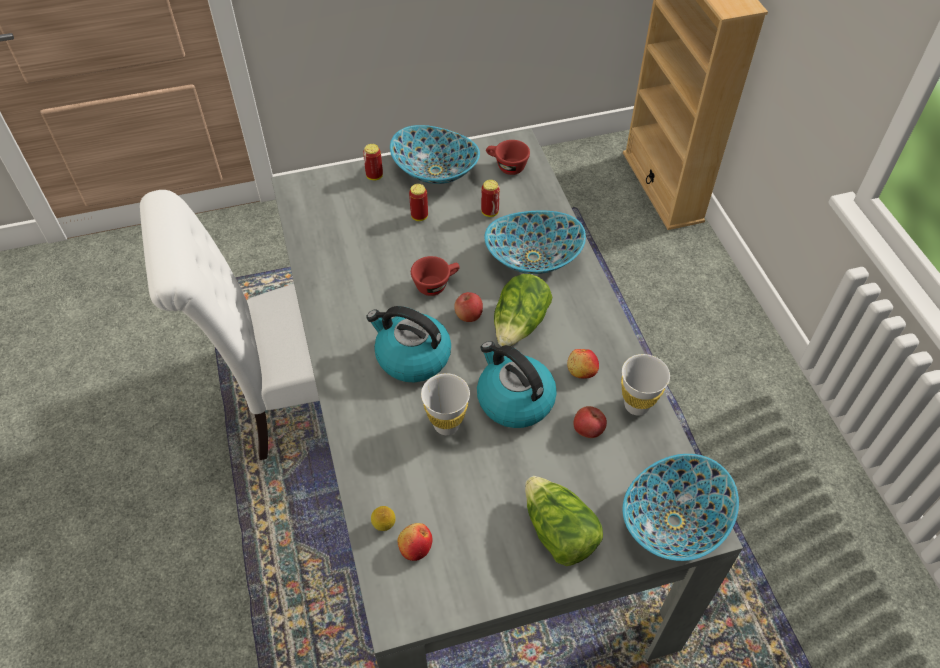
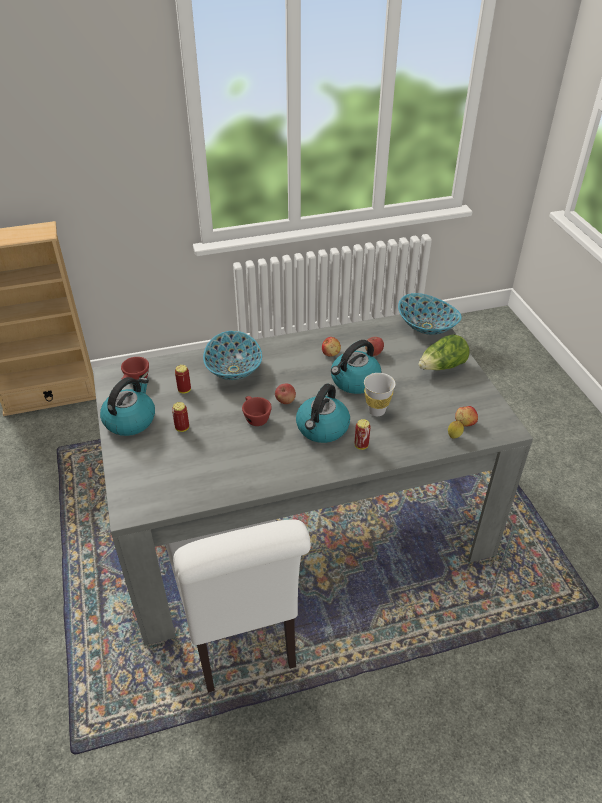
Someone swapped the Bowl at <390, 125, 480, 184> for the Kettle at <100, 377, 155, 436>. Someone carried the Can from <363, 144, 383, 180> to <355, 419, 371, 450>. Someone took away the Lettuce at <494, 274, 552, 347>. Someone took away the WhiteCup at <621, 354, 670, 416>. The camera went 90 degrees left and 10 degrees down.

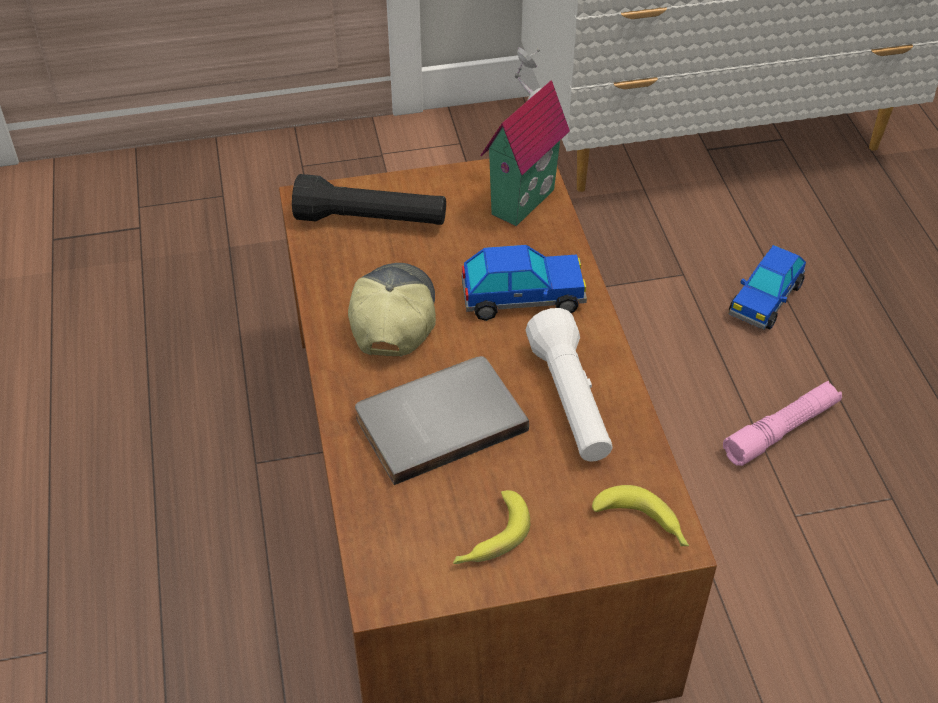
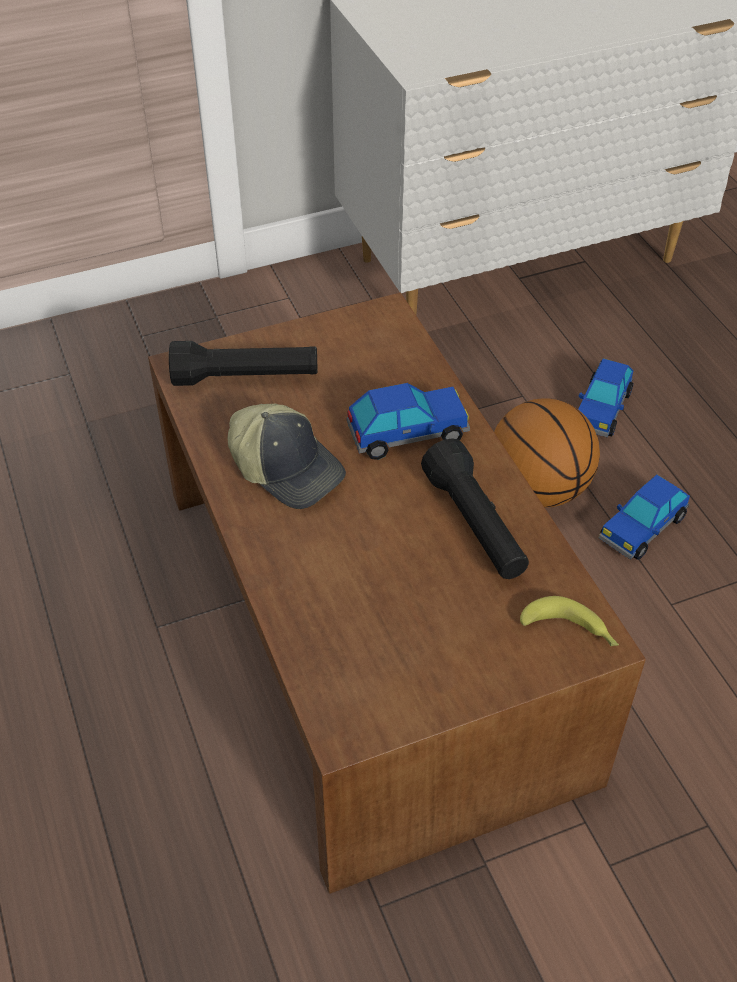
Someone rotated the Cap at <348, 263, 436, 357> by 135 degrees clockwise. Someone repainted the WhiteFlashlight at <526, 308, 613, 462>, which became the BlackFlashlight at <421, 438, 529, 579>. Someone put down the Basketball at <494, 398, 600, 508>. Someone swapped the PinkFlashlight at <723, 381, 842, 466> for the ToyCar at <598, 474, 690, 560>. Someone took away the GreyBook at <355, 356, 529, 485>. Someone took away the Banana at <453, 490, 530, 564>. Someone took away the ToyHouse at <480, 47, 570, 226>. The camera went 10 degrees left and 0 degrees up.

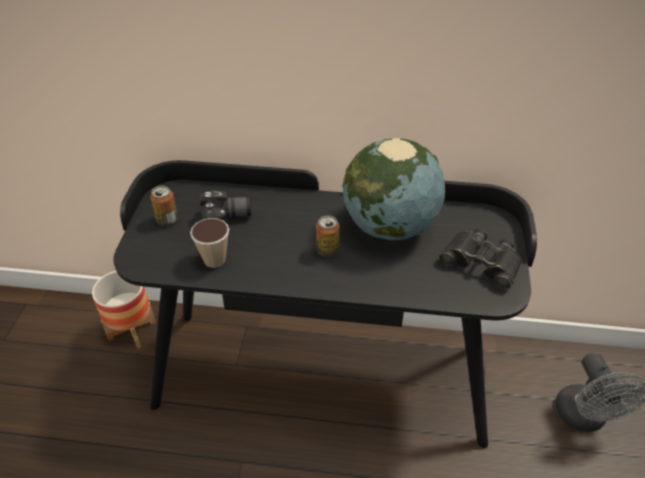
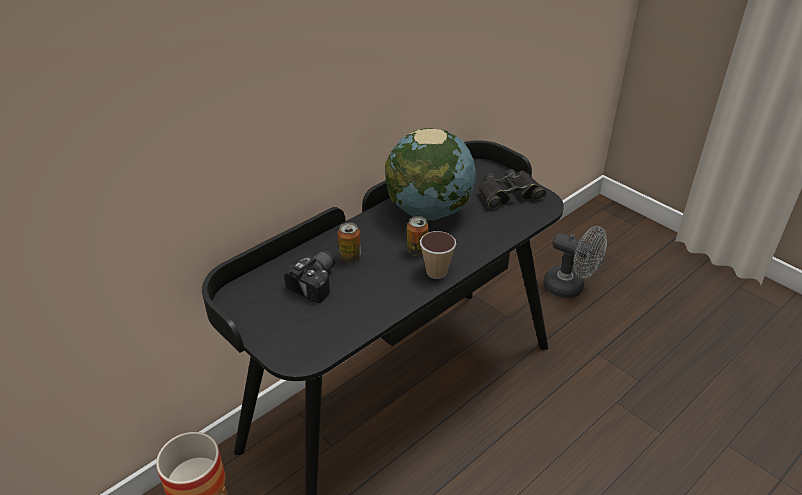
Someone carried the Can from <150, 186, 178, 226> to <338, 222, 361, 263>. Someone carried the Cup from <190, 218, 229, 268> to <420, 231, 456, 279>. The camera went 50 degrees left and 5 degrees down.

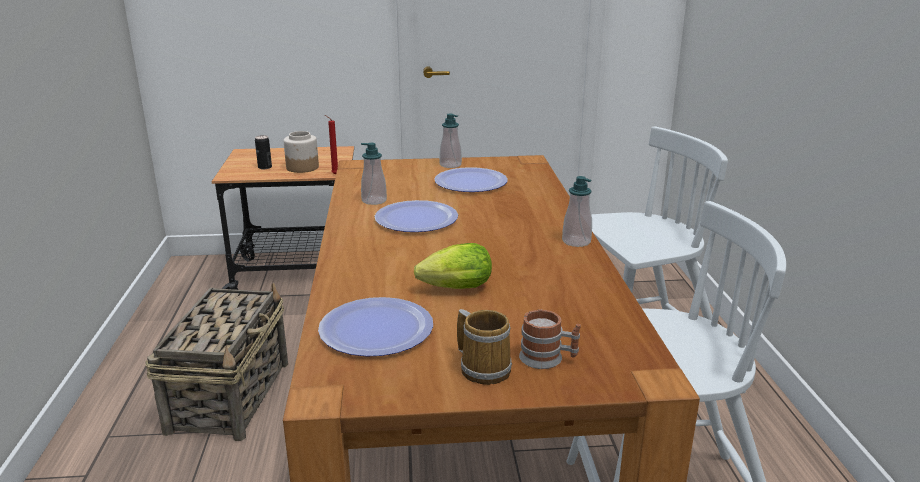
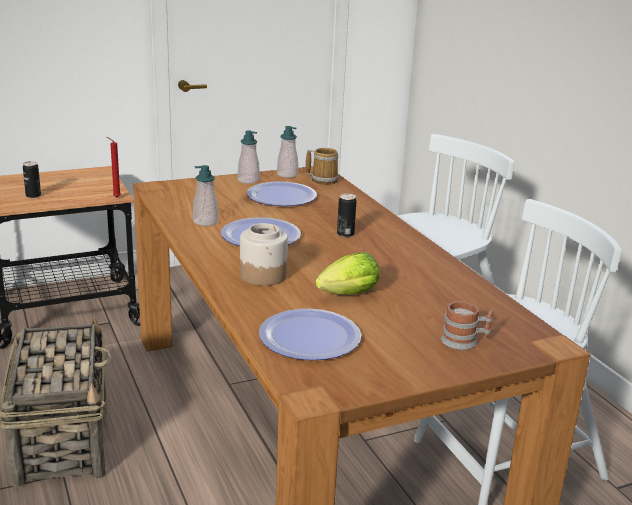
Someone carried the Jar from <284, 131, 319, 173> to <240, 223, 288, 286>. Someone carried the SoapDispenser from <562, 176, 592, 247> to <277, 126, 298, 178>. Someone carried the Mug from <457, 309, 512, 385> to <306, 148, 338, 185>. Someone put down the Can at <337, 194, 357, 237>. The camera went 20 degrees left and 0 degrees up.

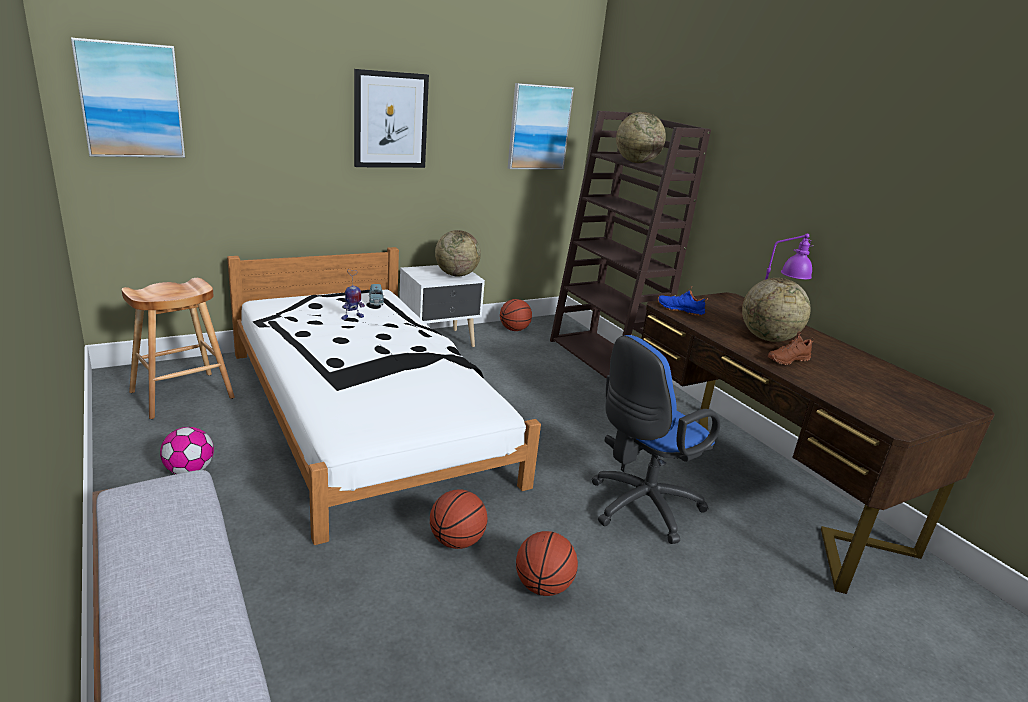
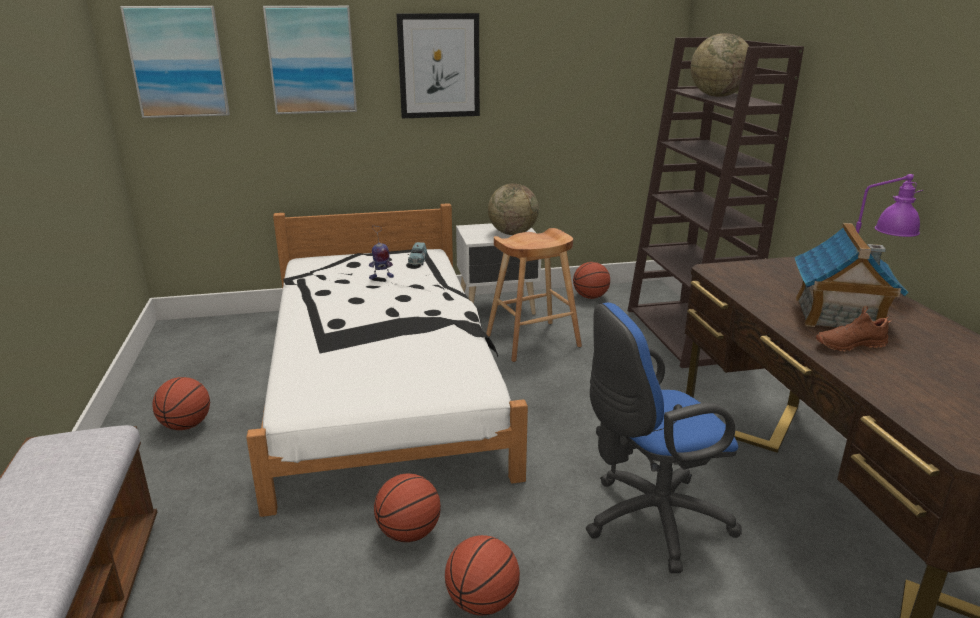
Someone swapped the Football at <160, 427, 214, 474> for the Basketball at <152, 377, 210, 430>. Someone carried the Picture from <508, 83, 574, 170> to <263, 6, 357, 114>. Someone carried the BrownStool from <122, 278, 235, 419> to <486, 228, 582, 362>. Someone swapped the Globe at <742, 278, 811, 342> for the ToyHouse at <794, 223, 909, 327>. Someone took away the BlueShoe at <658, 286, 708, 316>. The camera went 20 degrees right and 0 degrees up.

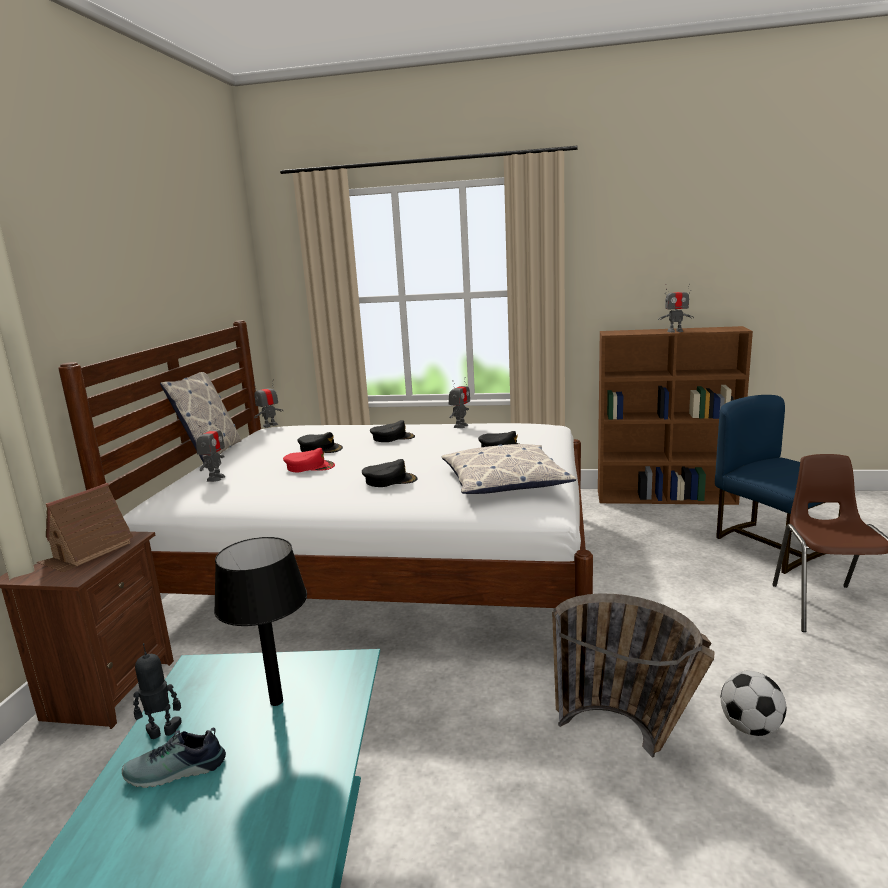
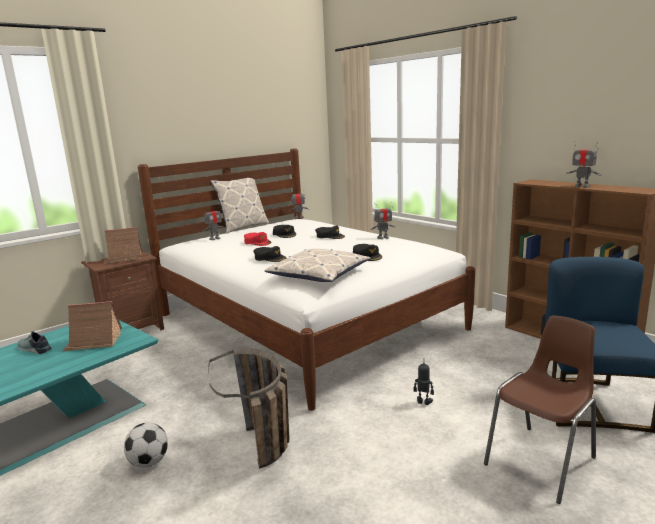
Someone swapped the BlackTableLamp at <214, 537, 307, 706> for the ToyHouse at <63, 301, 122, 351>. Someone carried the Football from <721, 671, 787, 736> to <124, 423, 168, 468>. Someone carried the ToyRobot from <133, 643, 182, 739> to <413, 363, 434, 405>. The camera went 40 degrees right and 0 degrees up.

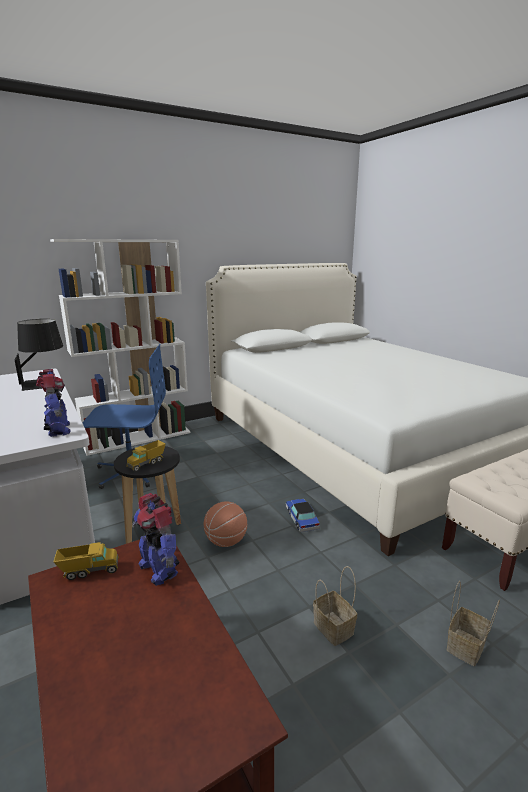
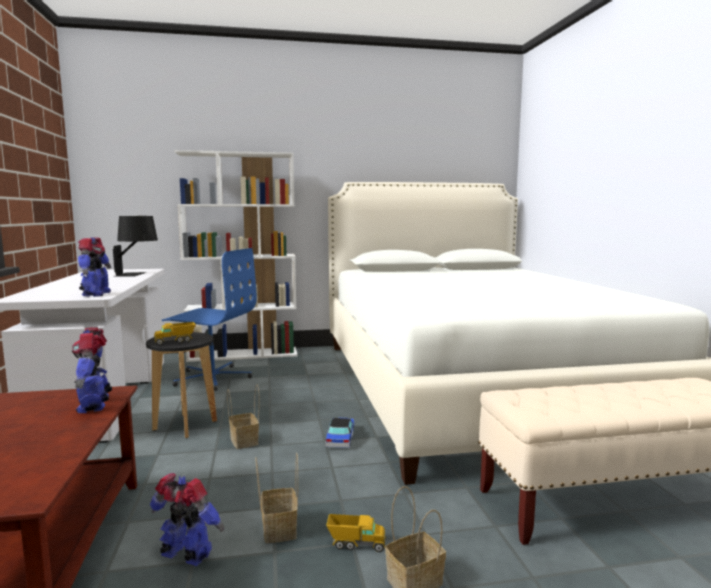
Someone put down the ToyRobot at <150, 473, 225, 566>. Someone swapped the Basketball at <204, 502, 247, 547> for the Basket at <227, 385, 260, 449>. Someone carried the ToyTruck from <53, 542, 119, 580> to <326, 514, 386, 552>. The camera went 20 degrees right and 10 degrees down.

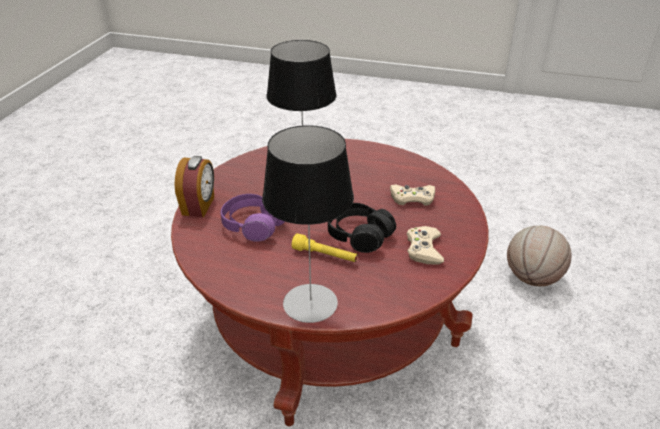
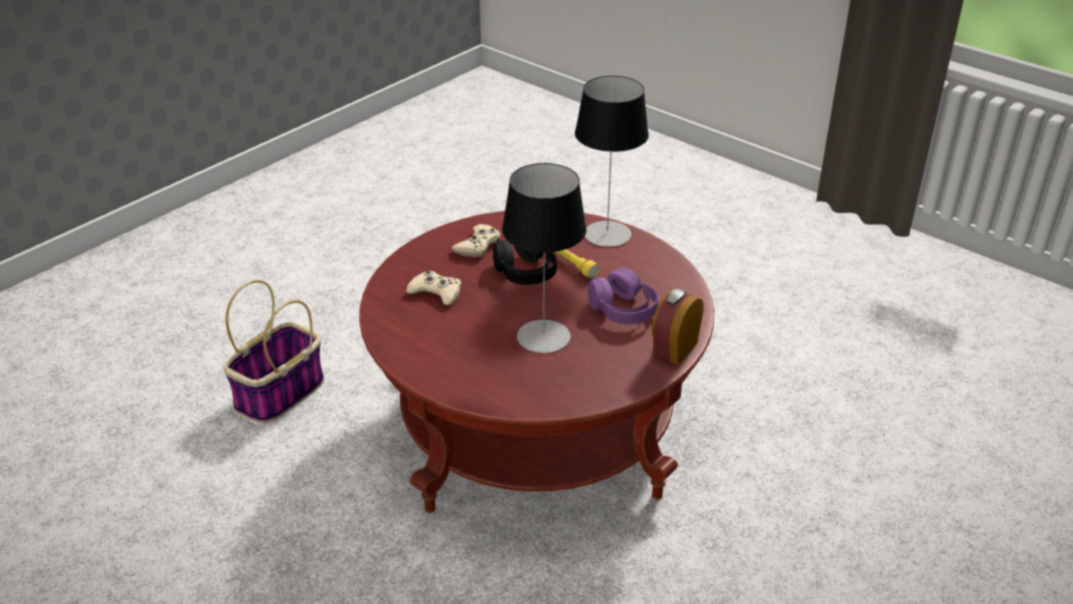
Someone swapped the Basketball at <507, 226, 572, 286> for the Basket at <223, 280, 324, 423>. The camera went 155 degrees left and 0 degrees up.

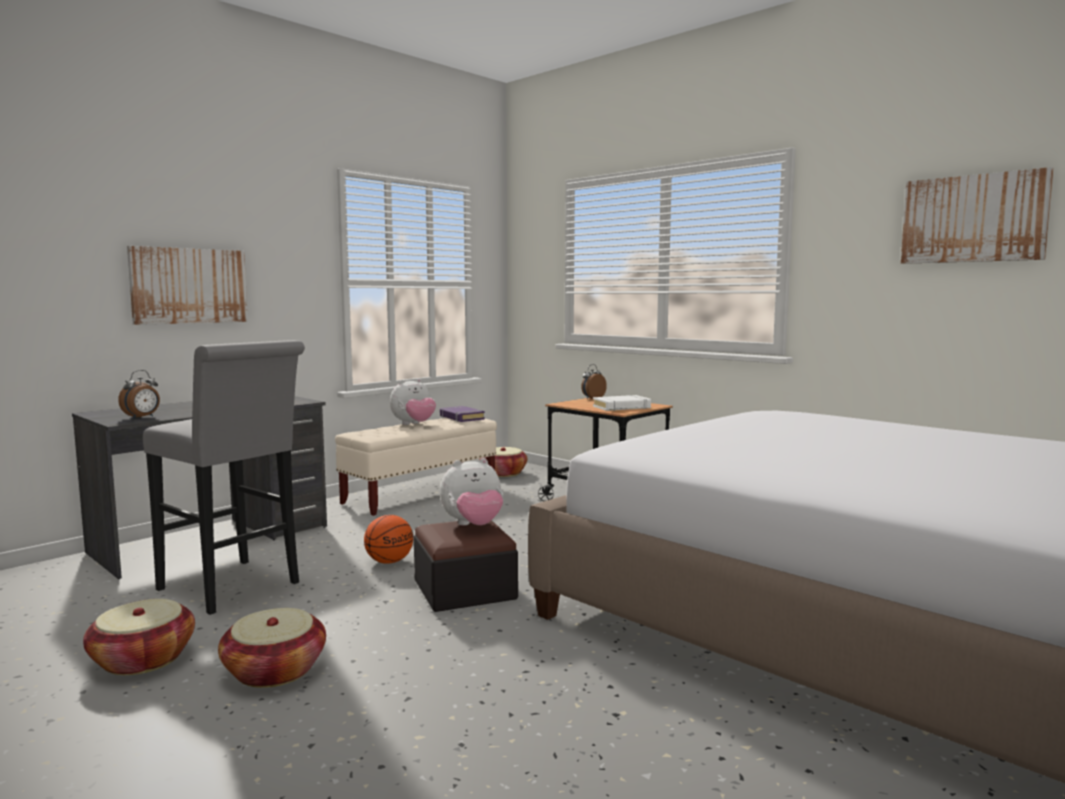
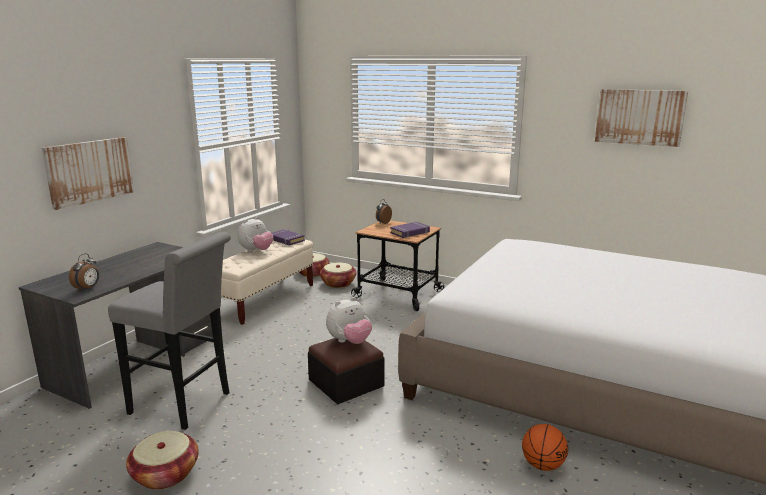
Someone carried the Basket from <218, 608, 326, 688> to <320, 262, 356, 288>. Someone repainted the WhiteBook at <593, 395, 651, 411>, which became the PurpleBook at <390, 222, 430, 238>. Someone carried the Basketball from <364, 515, 413, 564> to <522, 424, 568, 471>. The camera went 15 degrees left and 10 degrees up.

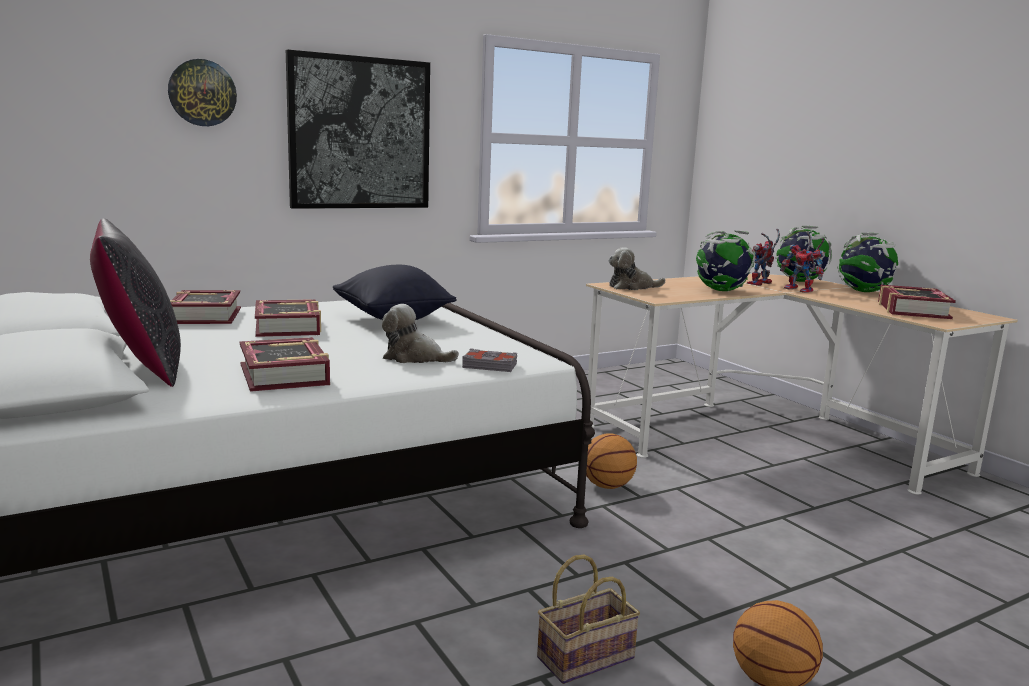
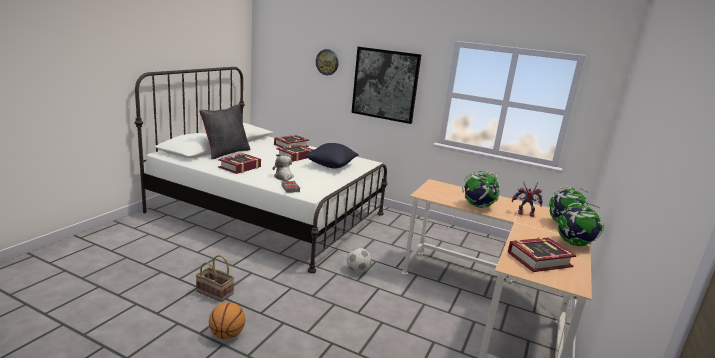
Someone swapped the Basketball at <586, 434, 637, 489> for the Football at <347, 248, 371, 273>. Someone took away the PlushToy at <608, 247, 665, 290>. Someone took away the ToyRobot at <780, 231, 826, 293>. The camera went 55 degrees right and 5 degrees up.

